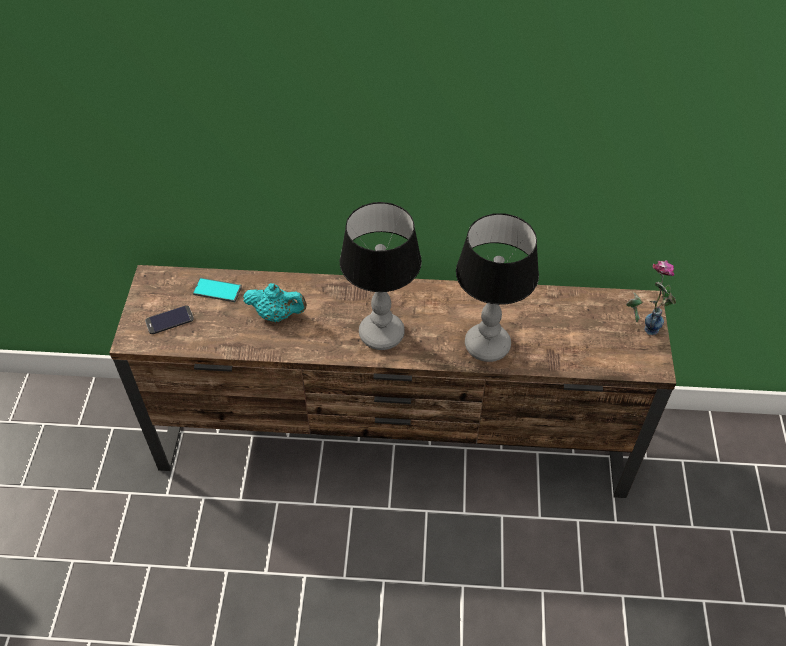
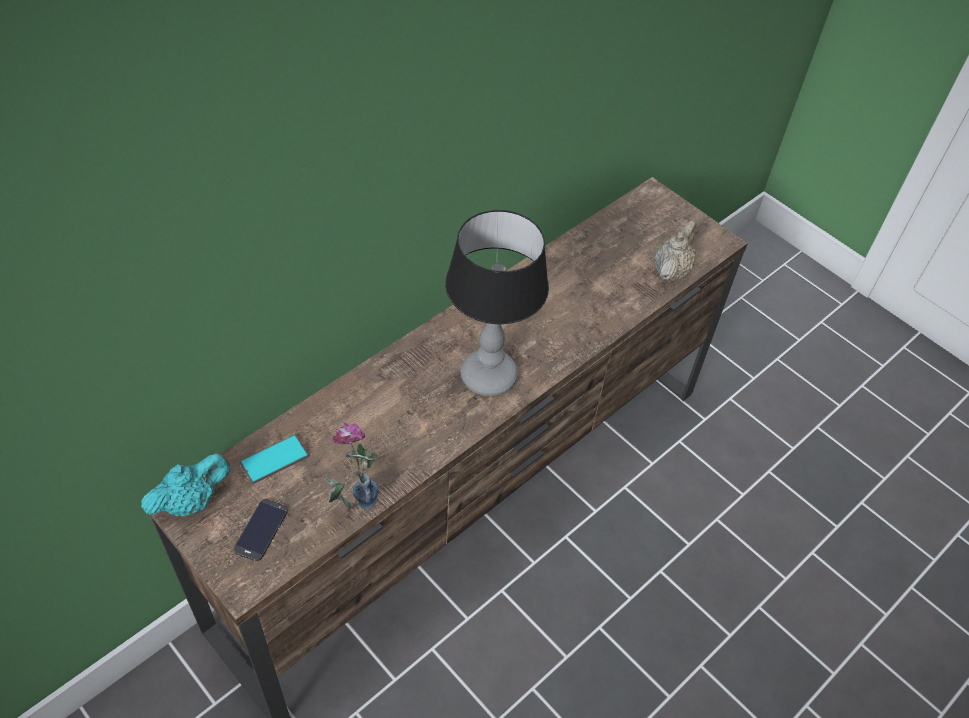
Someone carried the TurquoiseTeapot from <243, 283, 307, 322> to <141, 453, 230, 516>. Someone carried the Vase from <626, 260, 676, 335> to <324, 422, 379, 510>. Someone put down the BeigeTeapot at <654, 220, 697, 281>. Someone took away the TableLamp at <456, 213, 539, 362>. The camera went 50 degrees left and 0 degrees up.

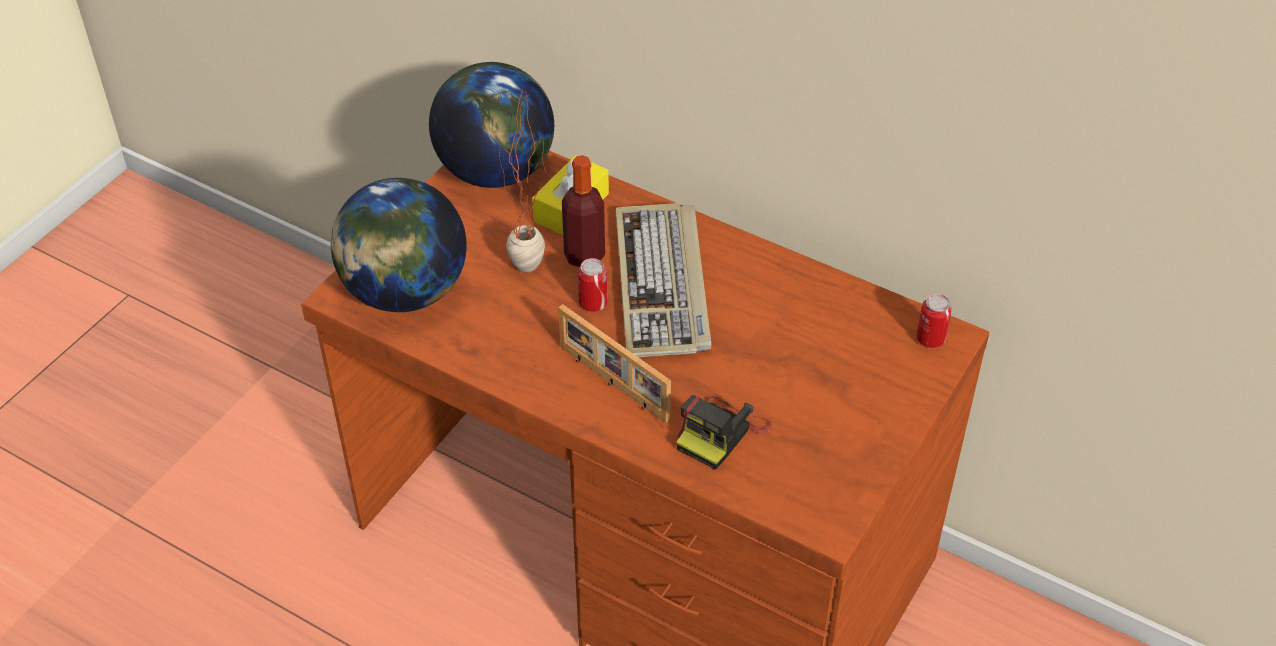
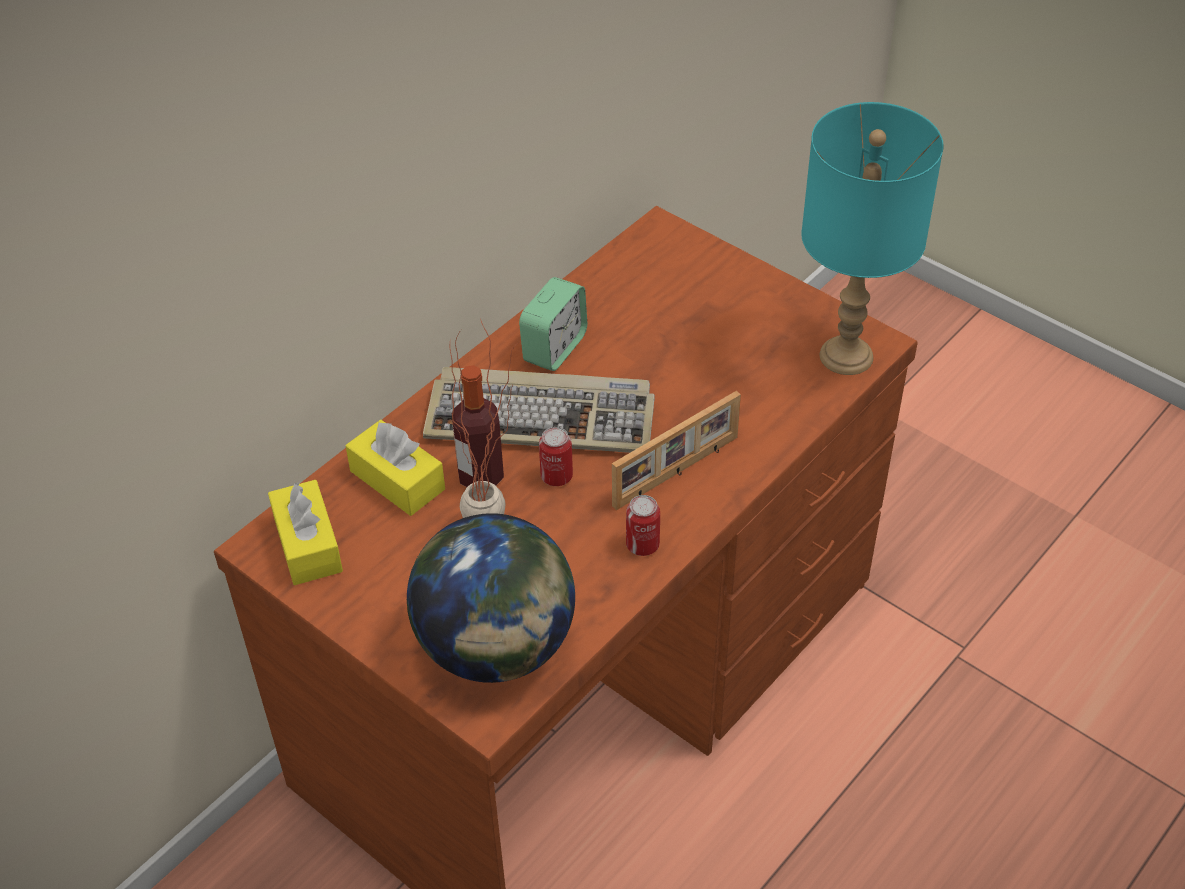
Someone swapped the Globe at <429, 62, 554, 188> for the YellowTissueBox at <268, 480, 343, 585>. Someone put down the AlarmClock at <519, 277, 587, 371>. Someone carried the Can from <916, 294, 952, 348> to <626, 495, 660, 556>. Someone put down the TurquoiseTableLamp at <801, 102, 944, 375>. Someone took away the PhotoCamera at <676, 395, 771, 470>. The camera went 80 degrees left and 0 degrees up.

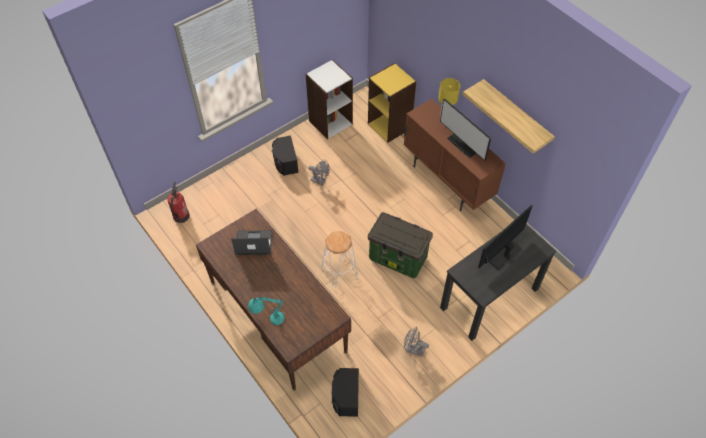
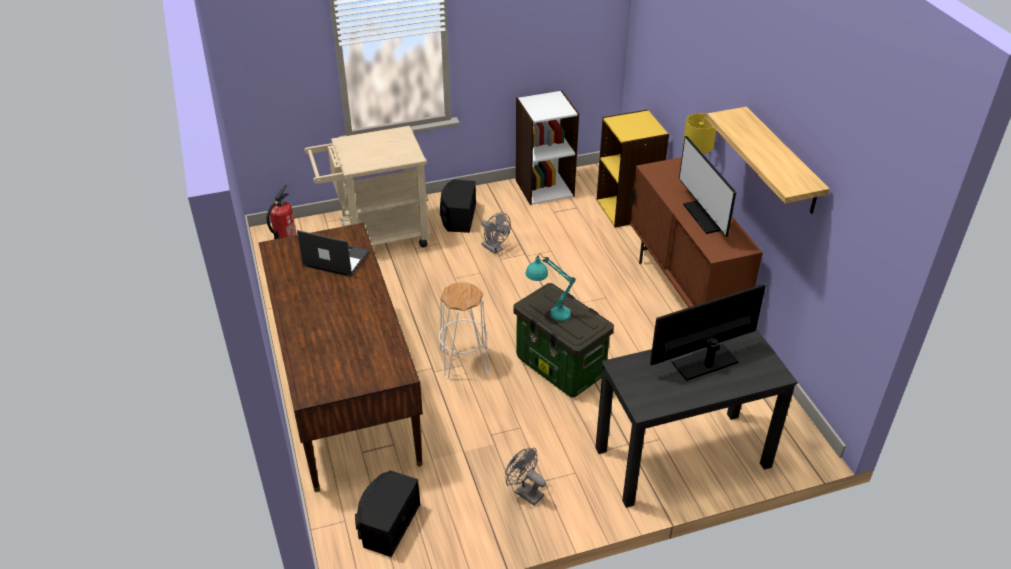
Someone put down the BeigeCart at <304, 126, 431, 247>. Someone carried the TurquoiseTableLamp from <248, 297, 285, 325> to <525, 254, 575, 321>. The camera went 20 degrees right and 15 degrees down.

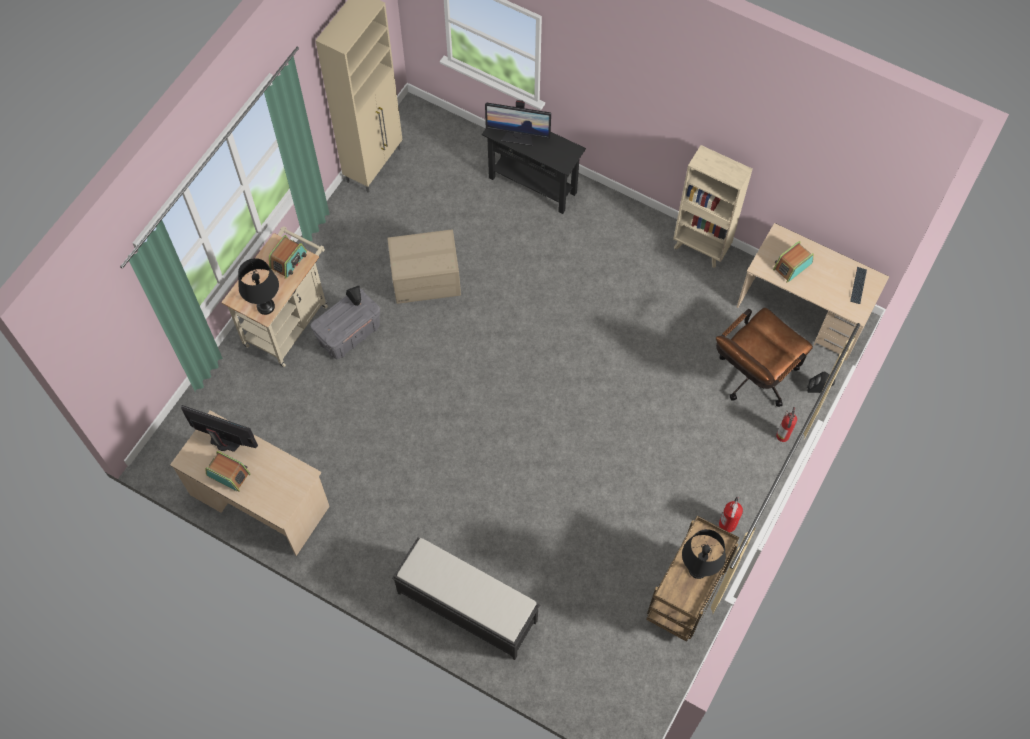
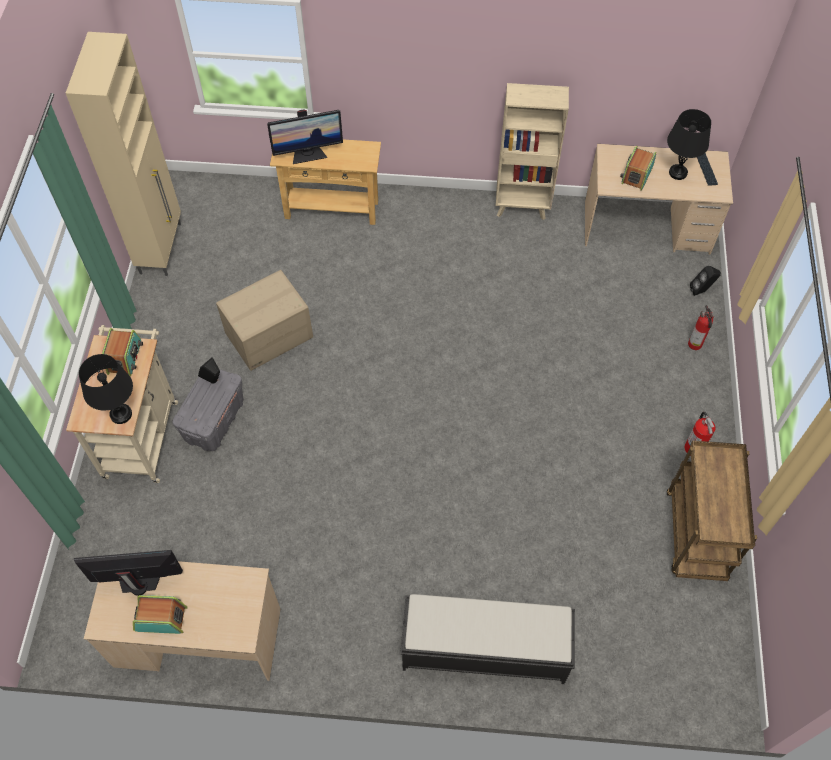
Someone repainted the BlackConsoleTable at <482, 129, 586, 214>, which became the BeigeConsoleTable at <270, 139, 381, 225>. Someone carried the BlackTableLamp from <682, 529, 726, 579> to <667, 109, 711, 180>. Someone took away the BrownOfficeChair at <716, 308, 813, 407>. The camera went 25 degrees left and 5 degrees down.

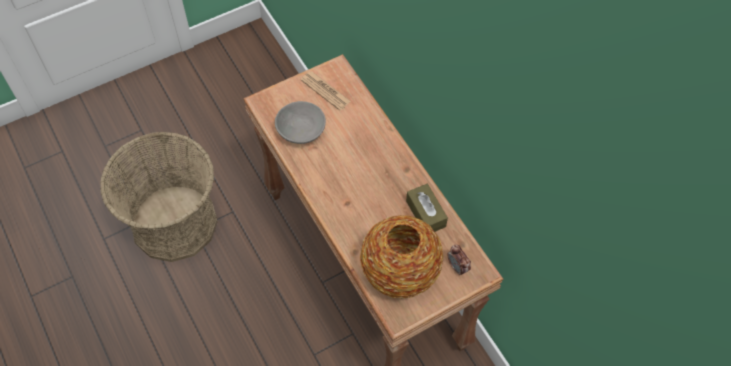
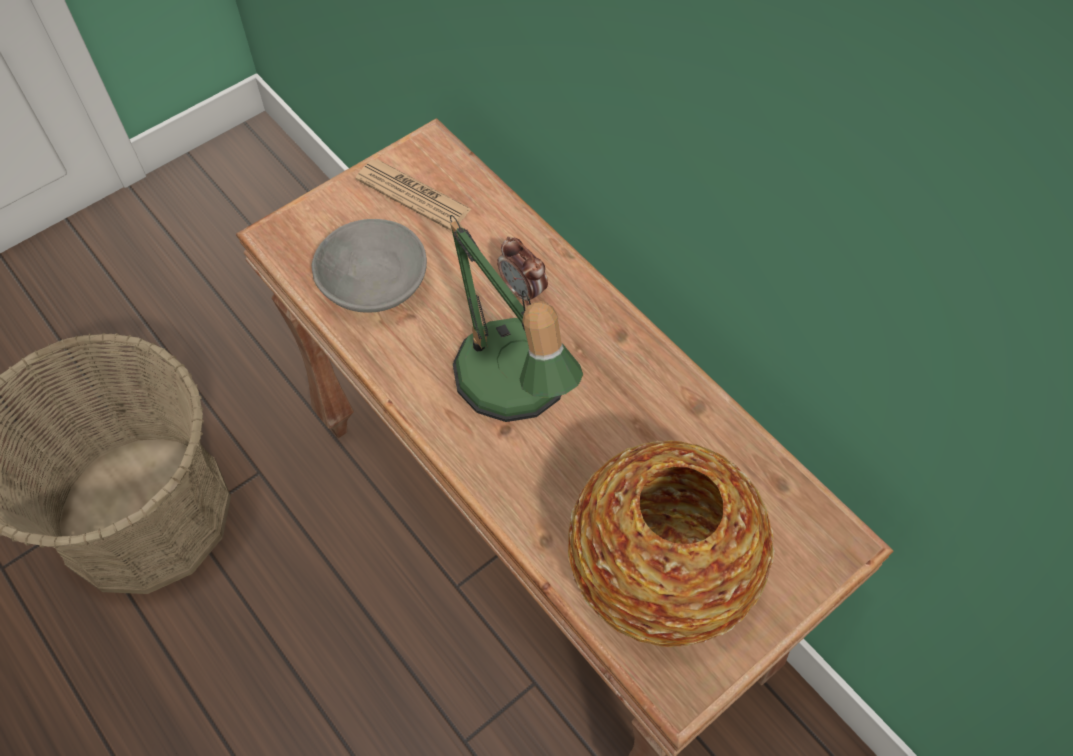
Someone put down the TableLamp at <450, 215, 583, 422>. Someone carried the AlarmClock from <447, 245, 471, 276> to <497, 236, 548, 305>. Someone took away the BrownTissueBox at <406, 184, 448, 232>. The camera went 10 degrees left and 0 degrees up.

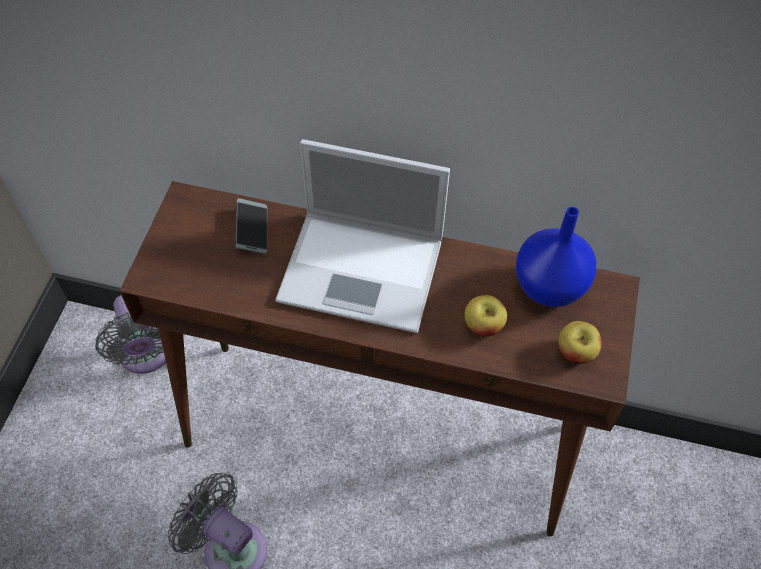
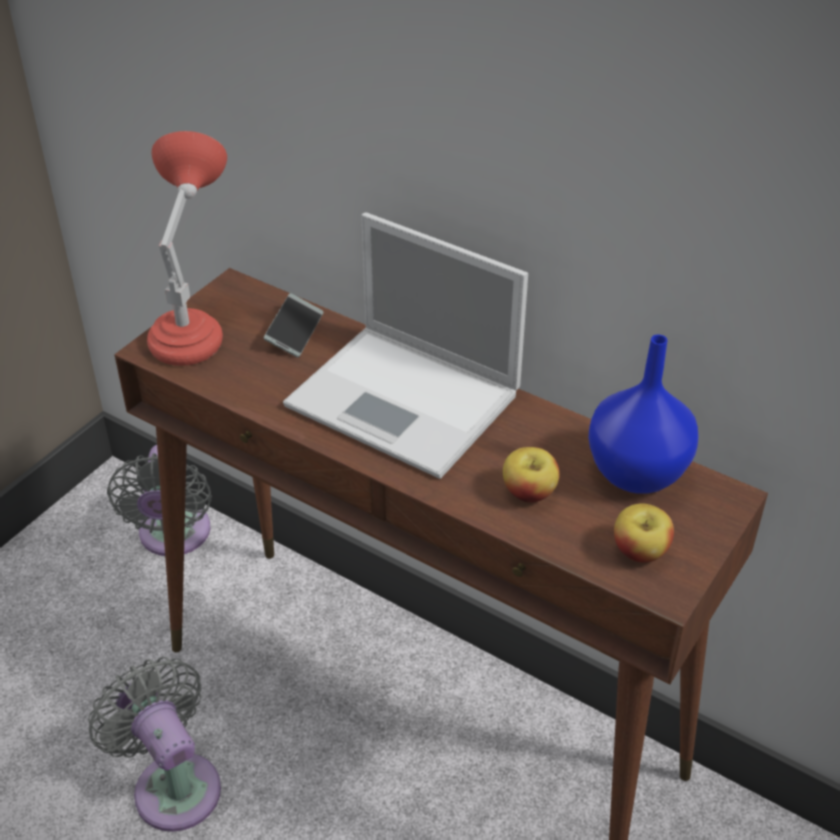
Someone put down the RedTableLamp at <147, 131, 227, 366>. The camera went 20 degrees right and 15 degrees down.

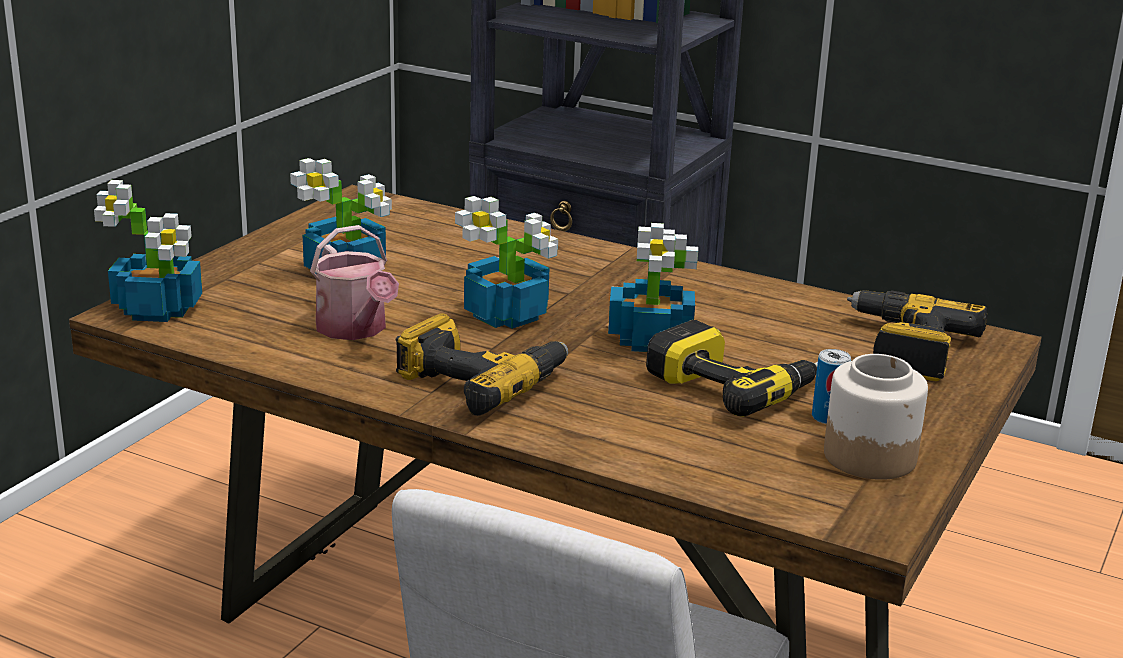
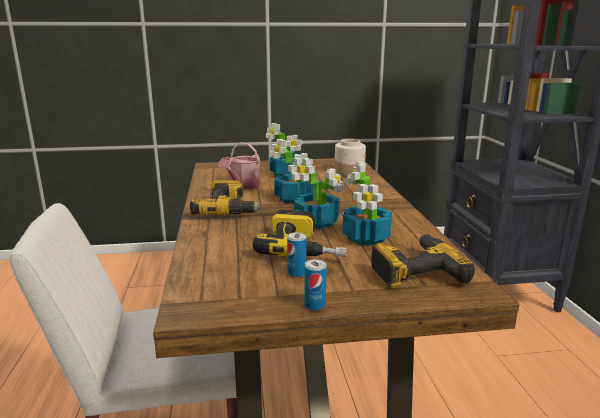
Someone put down the Can at <304, 259, 327, 311>. Someone carried the Jar from <824, 354, 928, 480> to <335, 139, 366, 177>. Someone carried the PottedPlant from <94, 180, 202, 322> to <342, 162, 392, 246>. The camera went 55 degrees right and 5 degrees down.

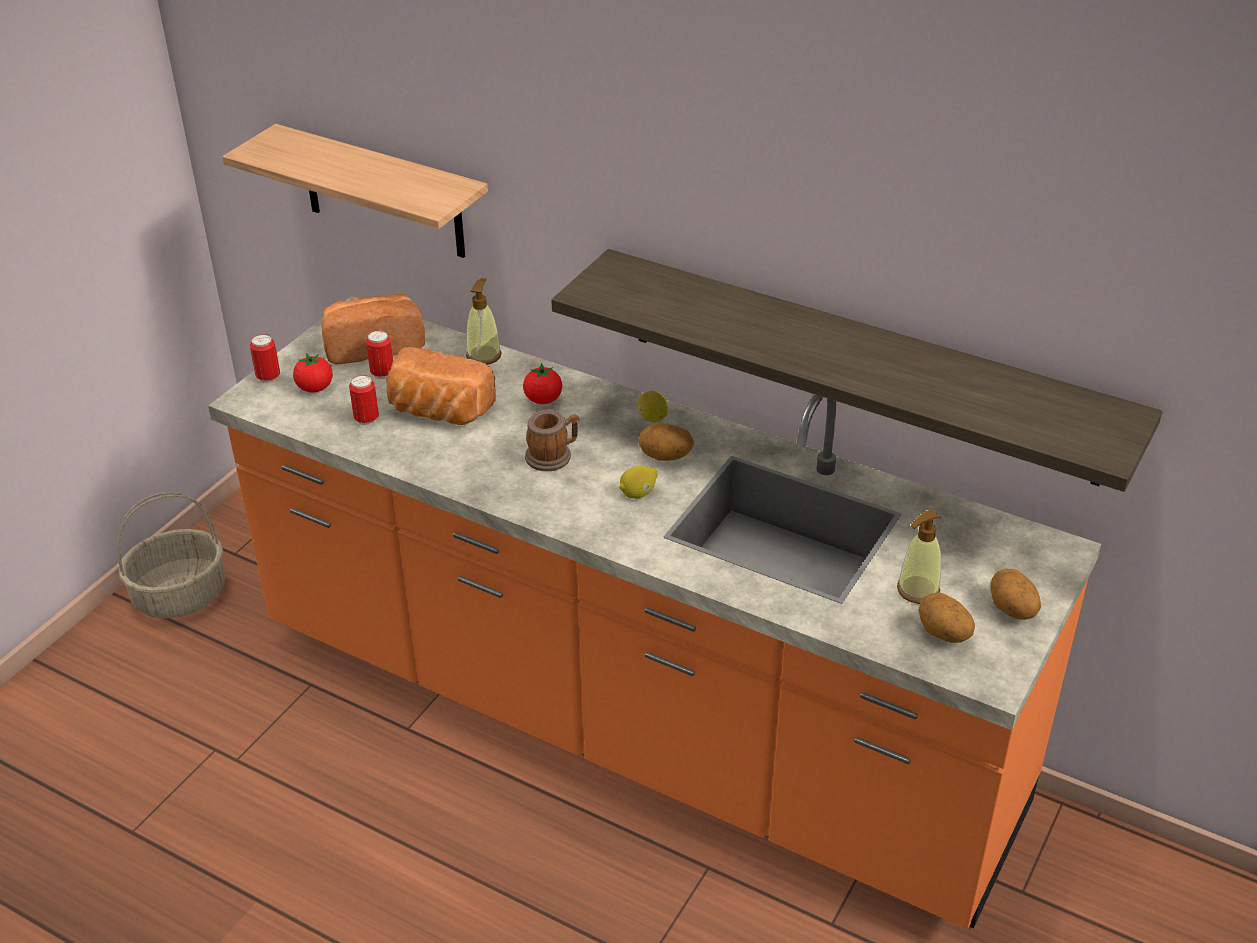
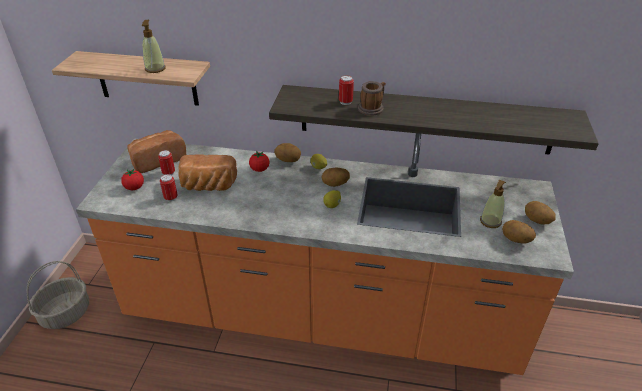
Someone carried the SoapDispenser from <466, 278, 502, 365> to <142, 20, 166, 73>. Someone put down the Potato at <274, 143, 301, 162>. Someone carried the Can from <250, 334, 280, 383> to <339, 75, 354, 105>. Someone carried the Mug from <525, 409, 580, 471> to <358, 81, 386, 116>. The camera went 20 degrees left and 0 degrees up.

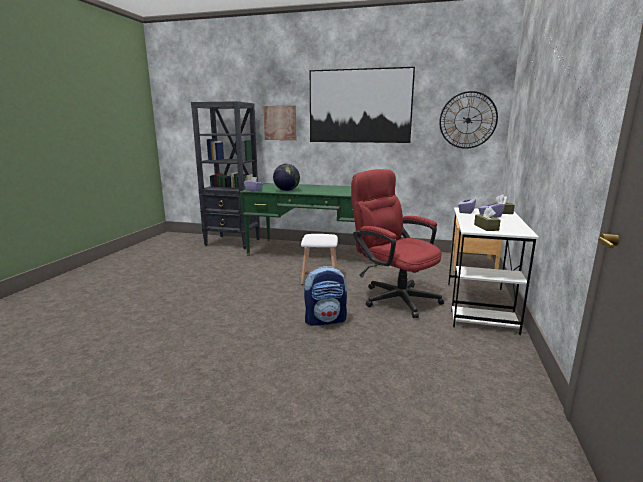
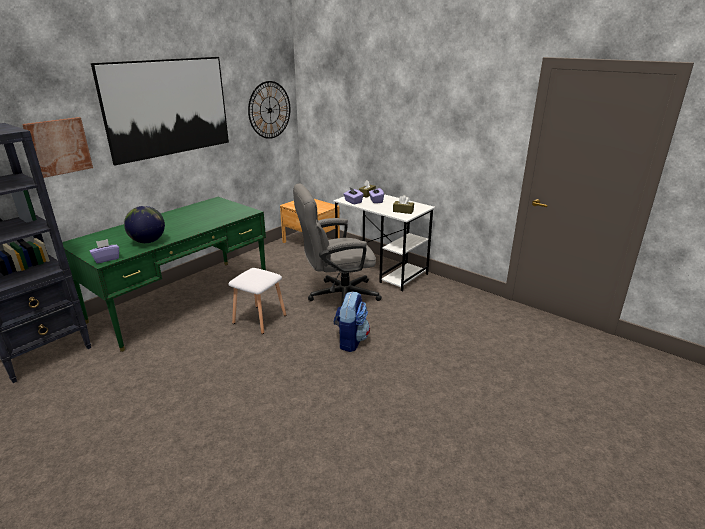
Someone repainted the RedOfficeChair at <351, 169, 444, 318>, which became the GreyOfficeChair at <293, 183, 382, 304>. The camera went 65 degrees left and 10 degrees up.

